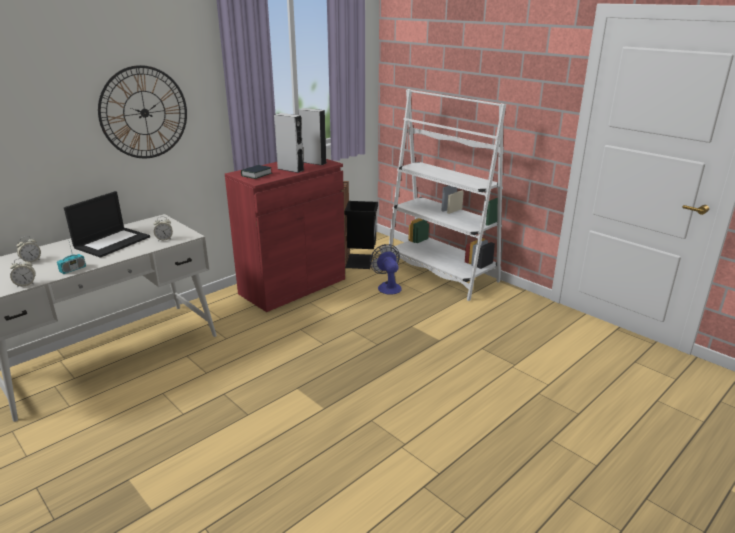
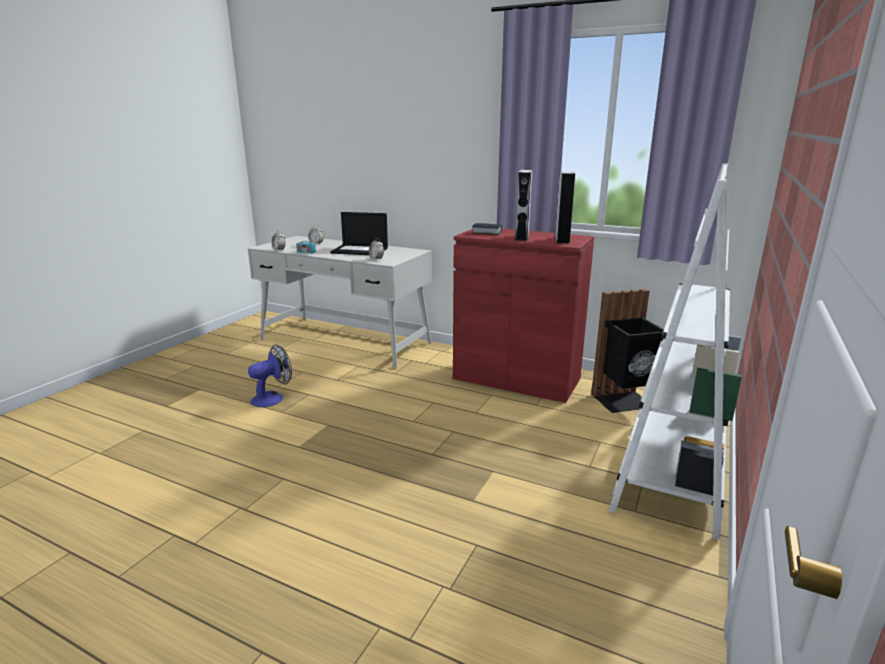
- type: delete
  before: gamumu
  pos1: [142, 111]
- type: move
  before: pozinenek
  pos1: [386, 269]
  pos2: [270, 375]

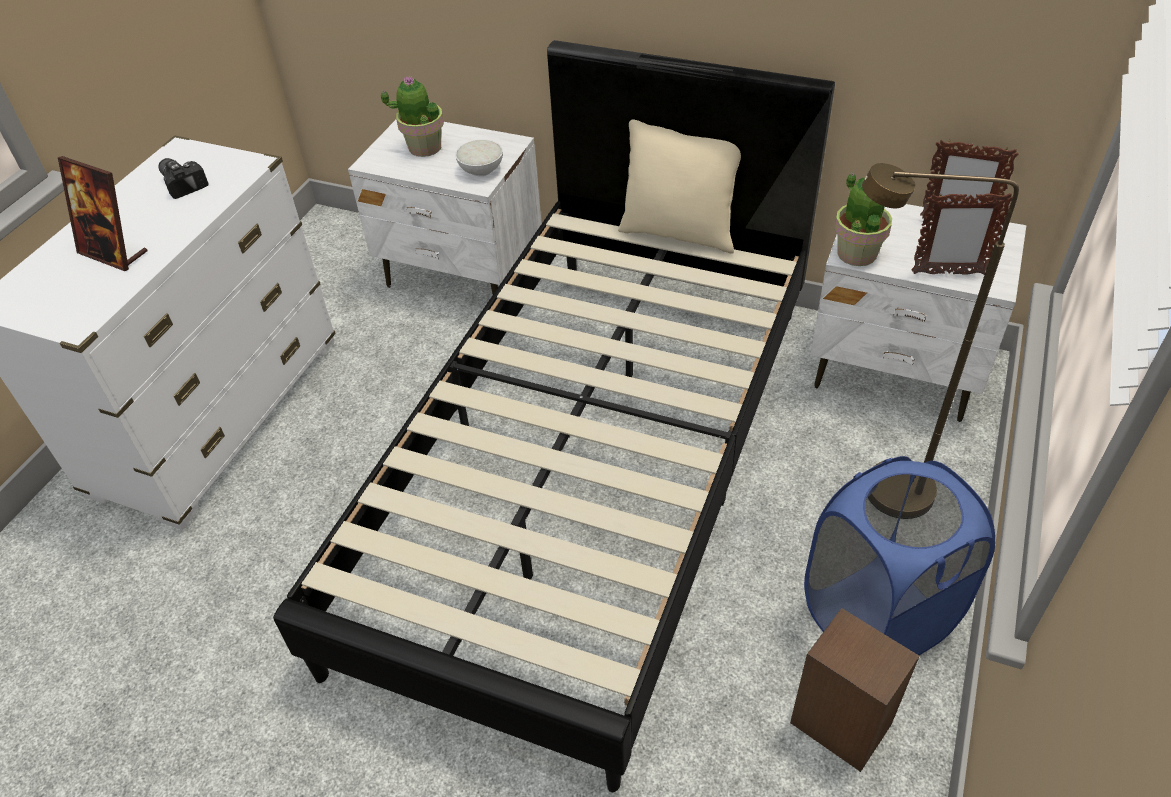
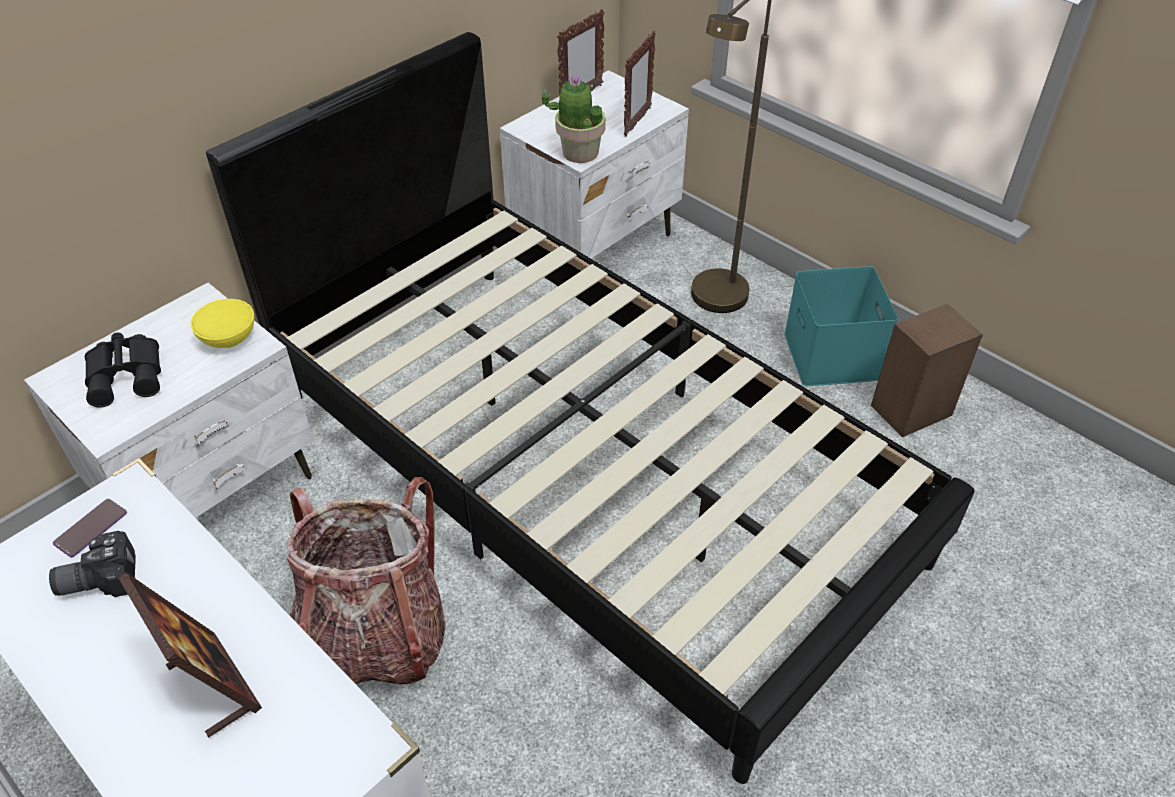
- type: replace
  before: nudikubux
  after: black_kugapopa
  pos1: [412, 116]
  pos2: [123, 370]
- type: delete
  before: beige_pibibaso
  pos1: [679, 186]
- type: recolor
  before: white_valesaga
  after: yellow_valesaga
  pos1: [479, 158]
  pos2: [222, 323]
- type: rotate
  before: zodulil
  pos1: [103, 213]
  pos2: [190, 655]
  turn: -90
- type: replace
  before: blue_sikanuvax
  after: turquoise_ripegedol
  pos1: [899, 555]
  pos2: [841, 326]
- type: insert
  after: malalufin
  pos2: [366, 581]
- type: insert
  after: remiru
  pos2: [90, 528]

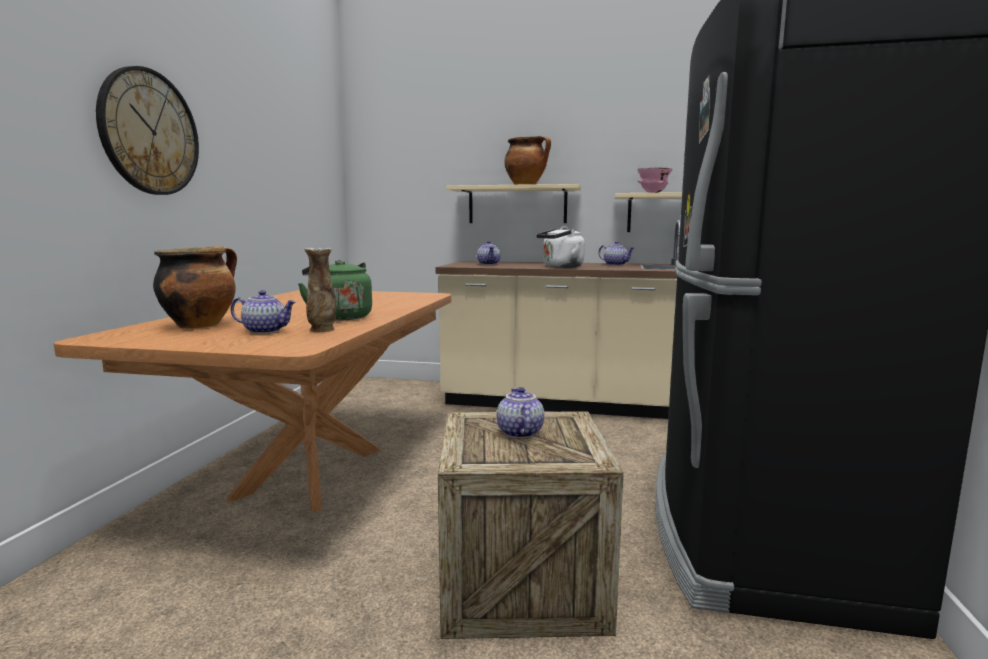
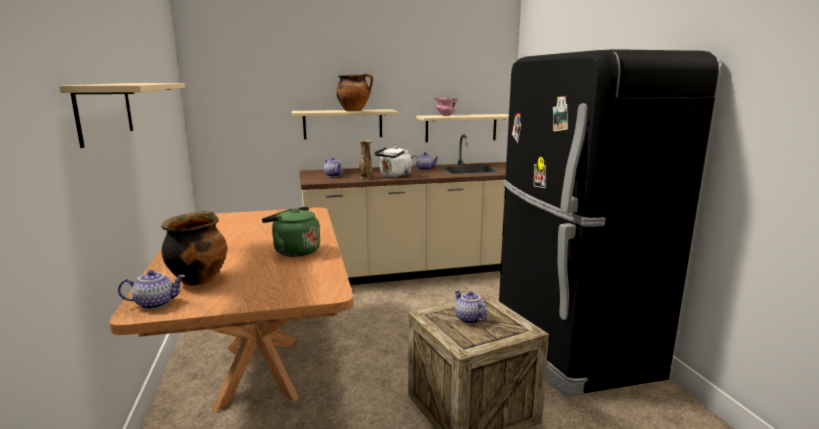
- type: replace
  before: gamumu
  after: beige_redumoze
  pos1: [147, 130]
  pos2: [122, 115]
- type: move
  before: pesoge
  pos1: [320, 290]
  pos2: [365, 159]
- type: move
  before: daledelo
  pos1: [263, 312]
  pos2: [151, 289]

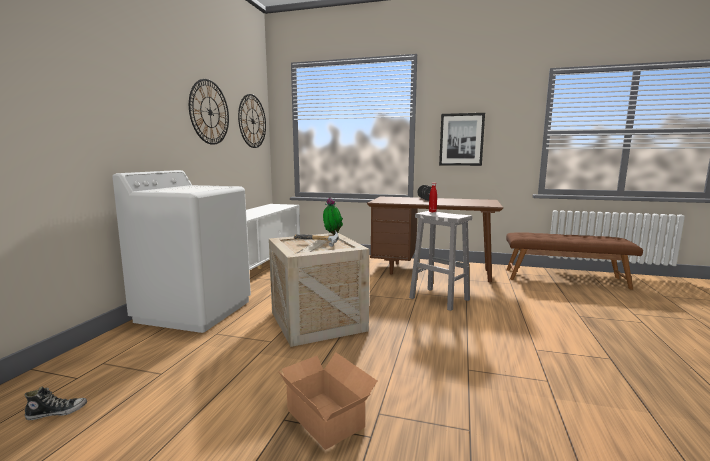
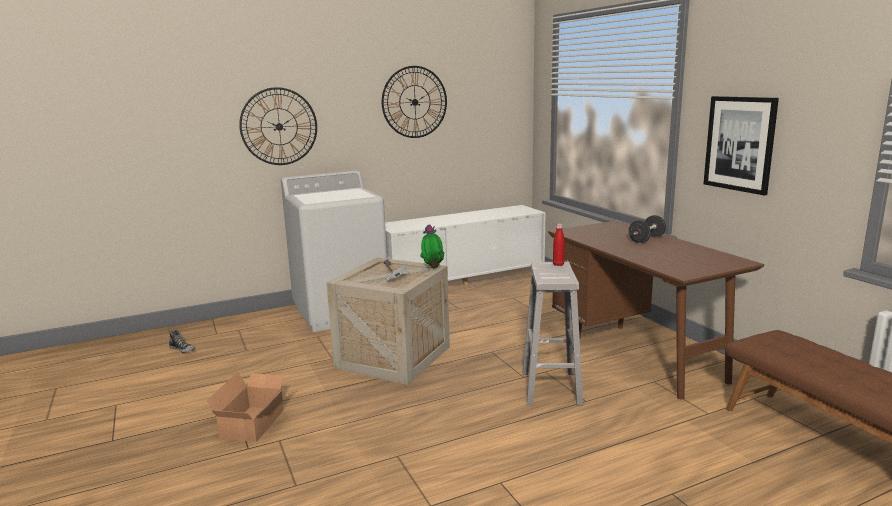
- type: move
  before: gamumu
  pos1: [252, 121]
  pos2: [278, 126]

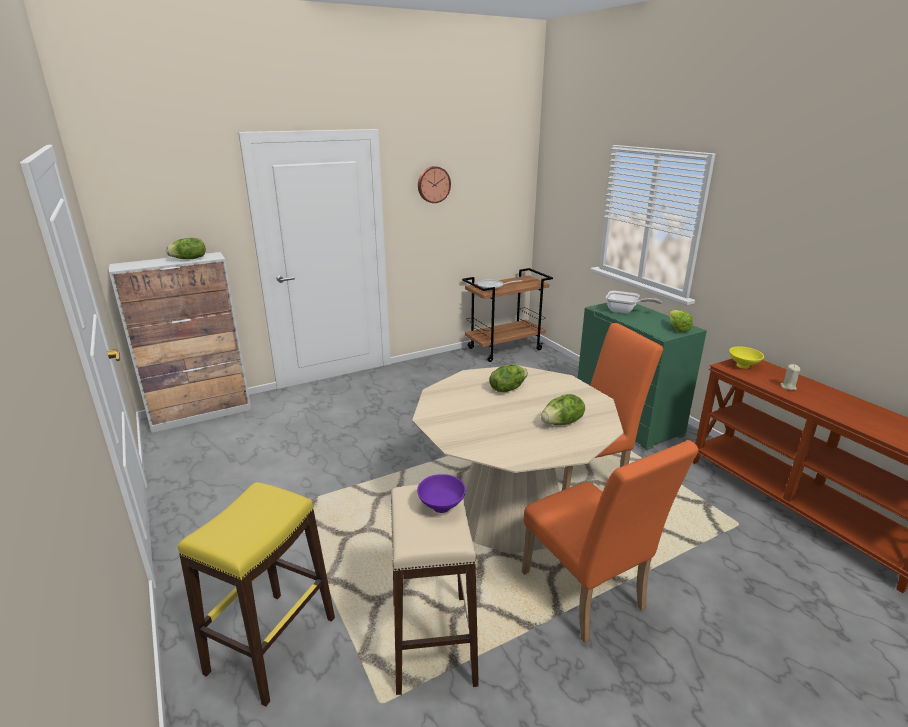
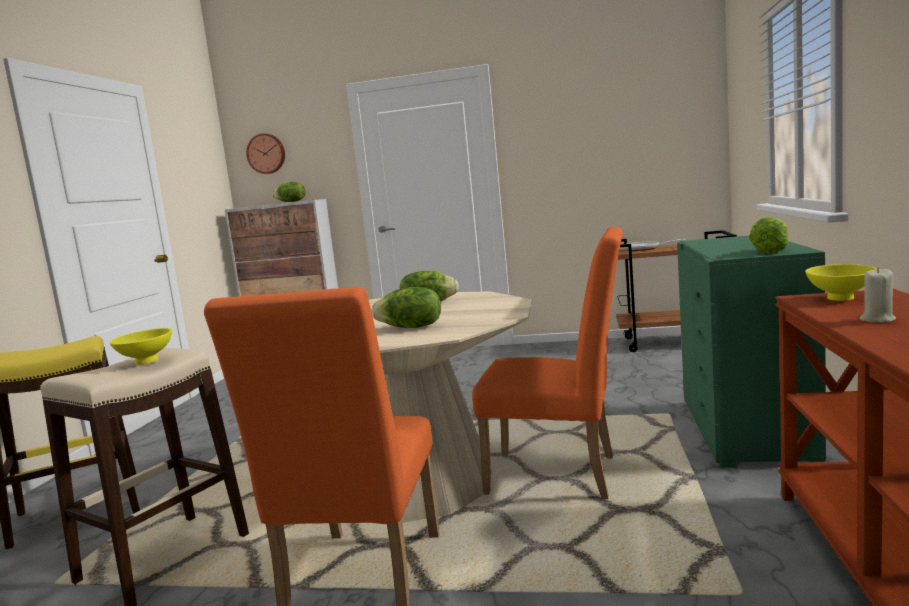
- type: move
  before: gamumu
  pos1: [434, 184]
  pos2: [265, 153]
- type: delete
  before: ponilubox
  pos1: [634, 302]
- type: recolor
  before: purple_valesaga
  after: yellow_valesaga
  pos1: [441, 493]
  pos2: [140, 346]

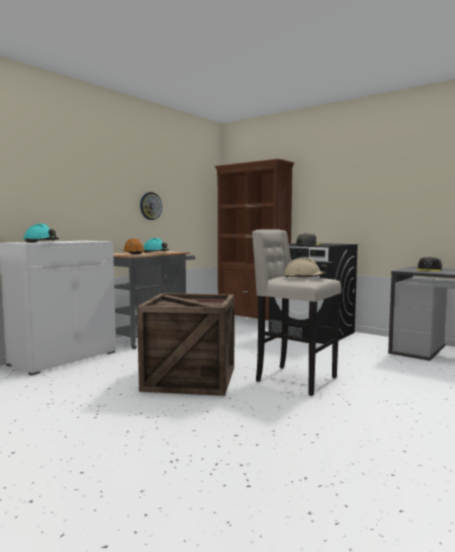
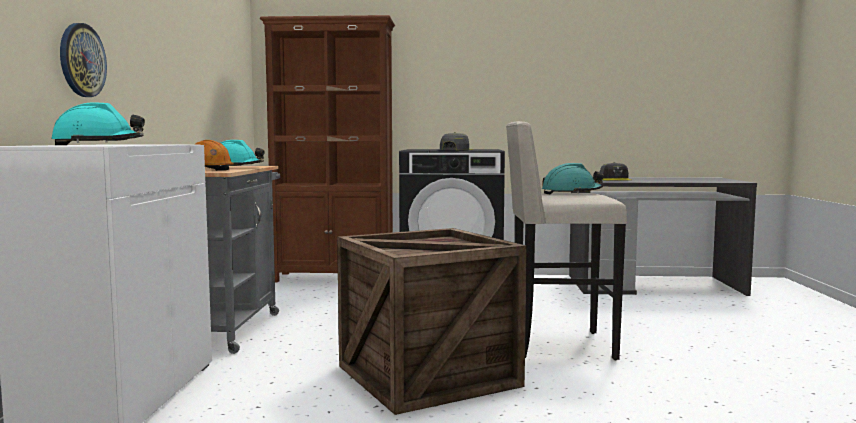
- type: move
  before: gamumu
  pos1: [151, 206]
  pos2: [83, 60]
- type: recolor
  before: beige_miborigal
  after: turquoise_miborigal
  pos1: [305, 267]
  pos2: [573, 178]

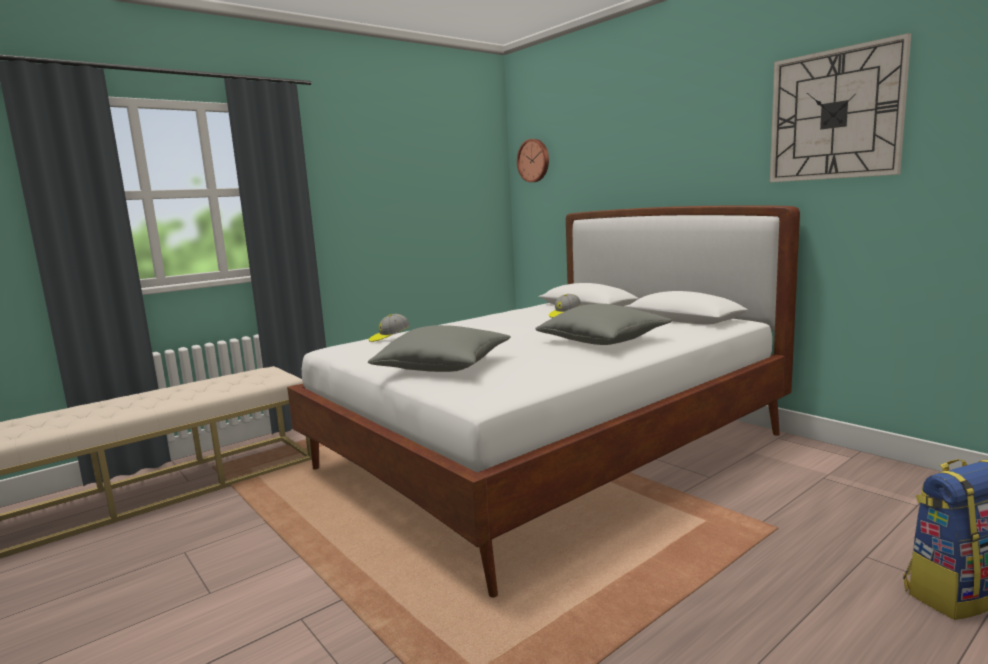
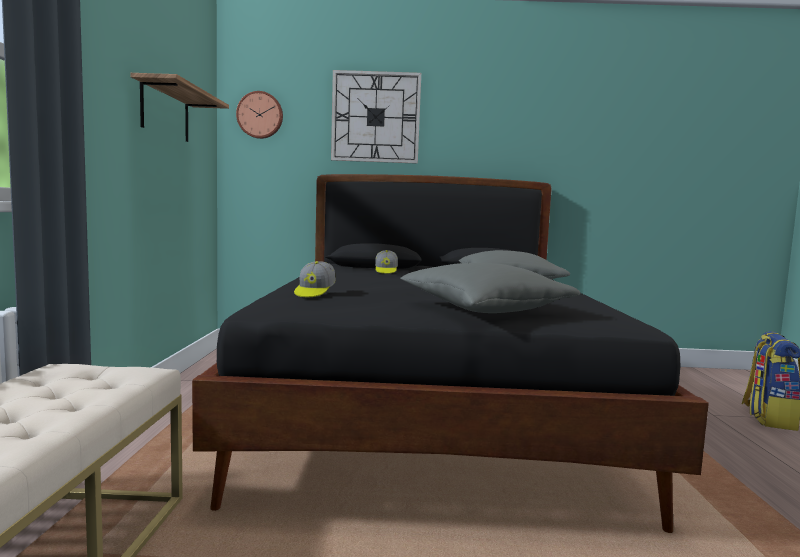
- type: move
  before: gamumu
  pos1: [840, 107]
  pos2: [376, 117]
- type: recolor
  before: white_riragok
  after: black_riragok
  pos1: [543, 401]
  pos2: [450, 353]
- type: insert
  after: redumoze
  pos2: [179, 107]

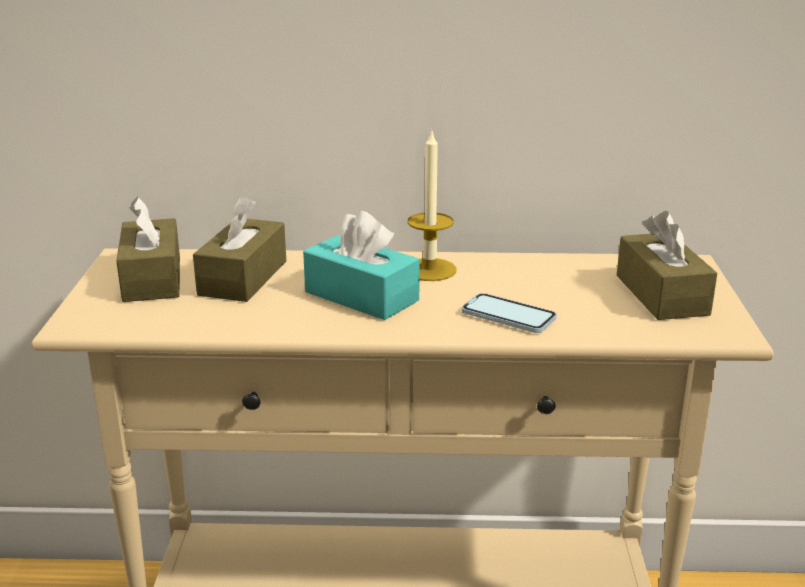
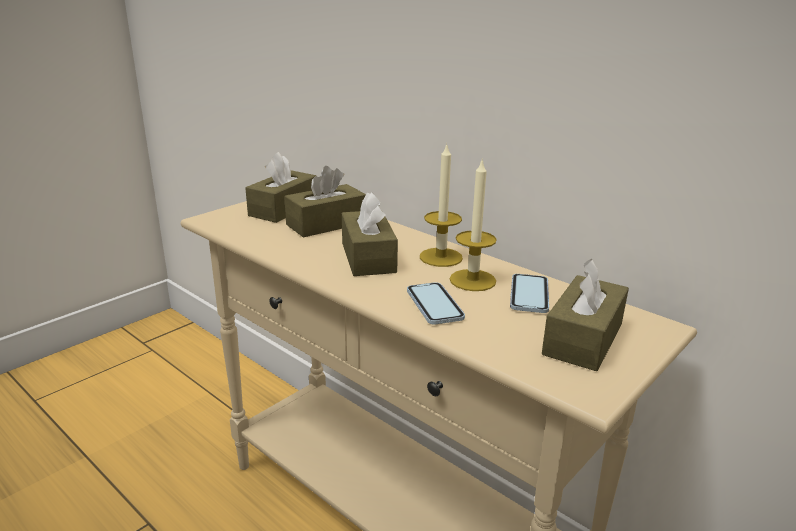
- type: recolor
  before: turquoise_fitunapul
  after: brown_fitunapul
  pos1: [361, 265]
  pos2: [370, 234]
- type: insert
  after: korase
  pos2: [473, 224]
- type: insert
  after: remiru
  pos2: [529, 293]

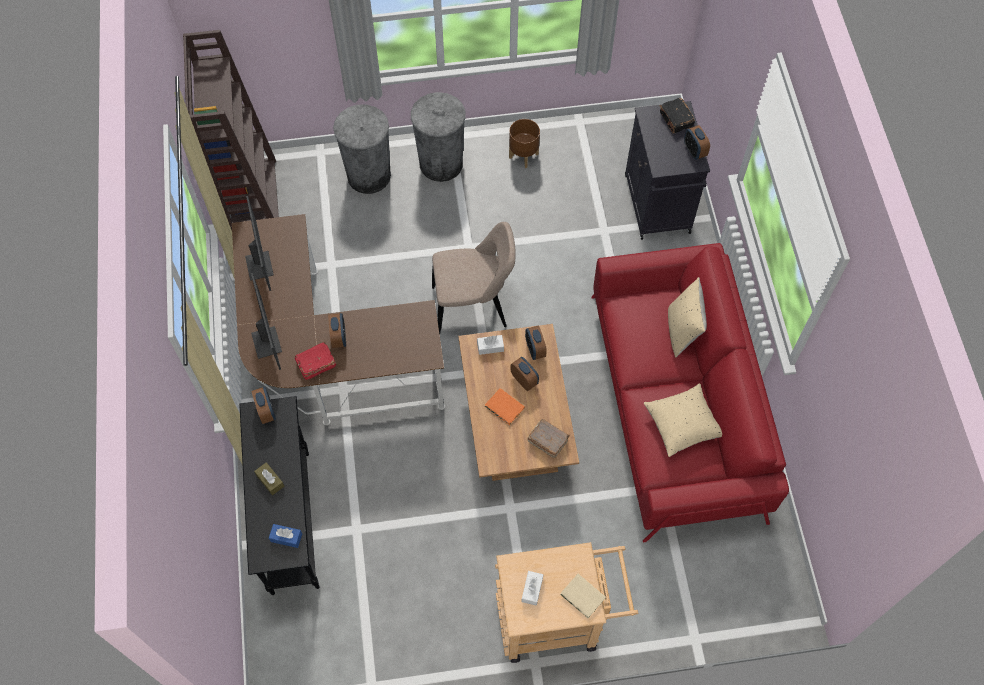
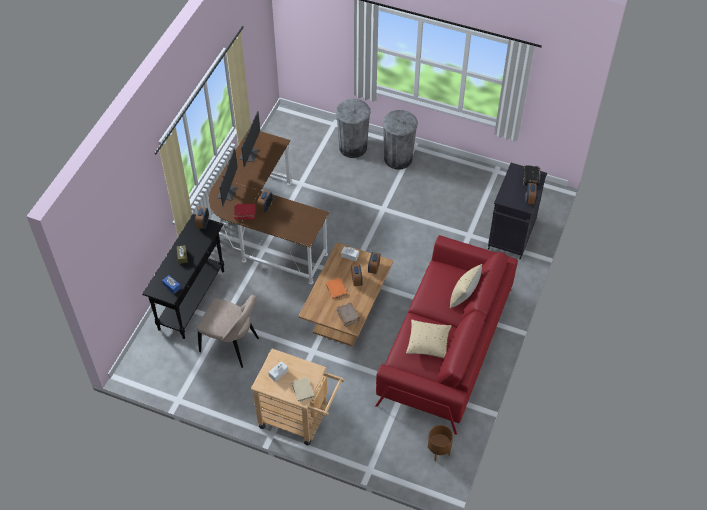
- type: delete
  before: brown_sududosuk
  pos1: [231, 130]
- type: move
  before: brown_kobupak
  pos1: [524, 143]
  pos2: [440, 443]
- type: move
  before: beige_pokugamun
  pos1: [474, 278]
  pos2: [228, 331]

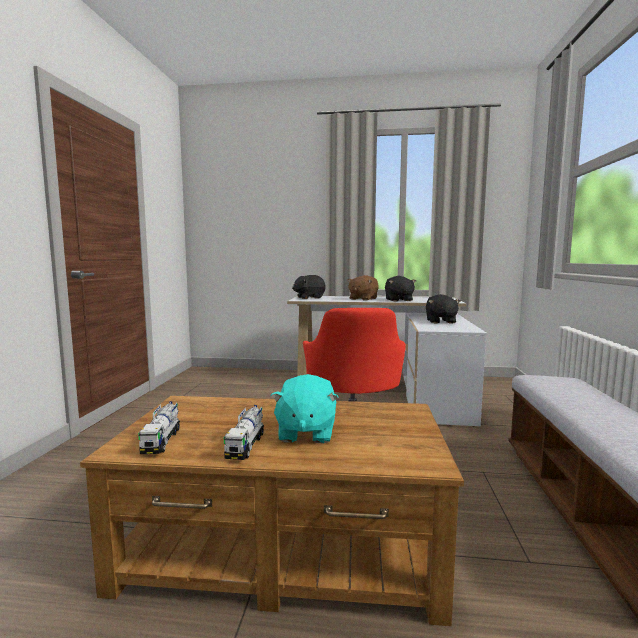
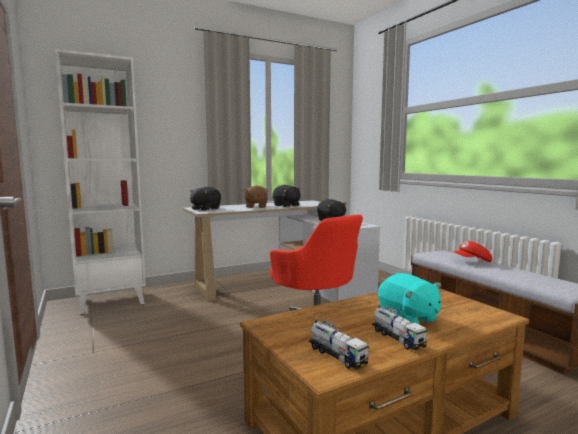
- type: insert
  after: white_sududosuk
  pos2: [100, 181]
- type: insert
  after: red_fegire
  pos2: [472, 251]

